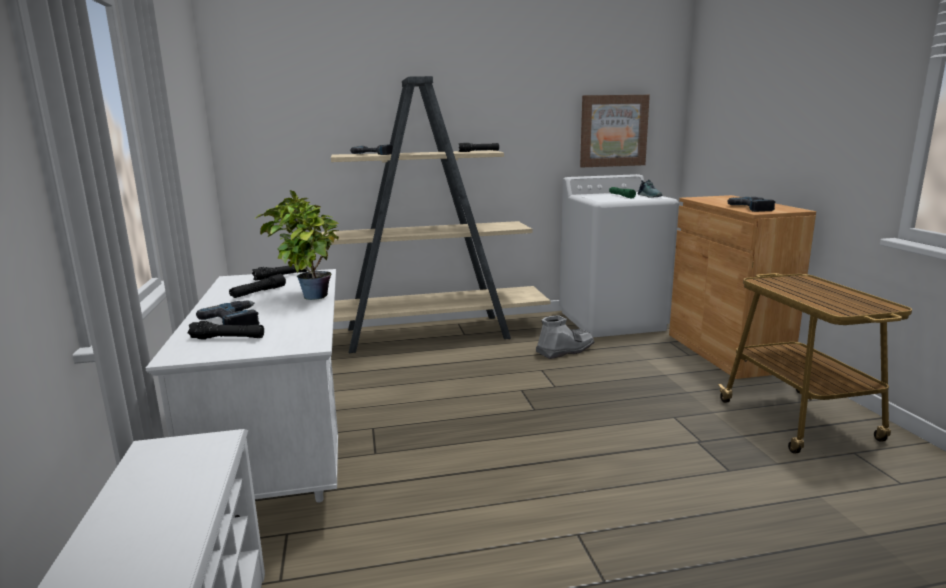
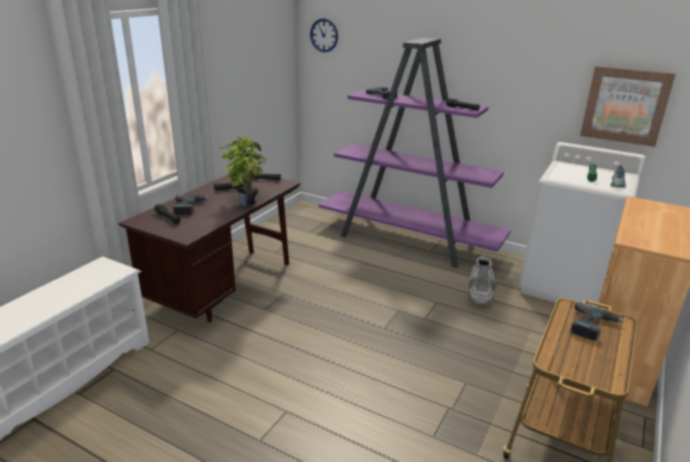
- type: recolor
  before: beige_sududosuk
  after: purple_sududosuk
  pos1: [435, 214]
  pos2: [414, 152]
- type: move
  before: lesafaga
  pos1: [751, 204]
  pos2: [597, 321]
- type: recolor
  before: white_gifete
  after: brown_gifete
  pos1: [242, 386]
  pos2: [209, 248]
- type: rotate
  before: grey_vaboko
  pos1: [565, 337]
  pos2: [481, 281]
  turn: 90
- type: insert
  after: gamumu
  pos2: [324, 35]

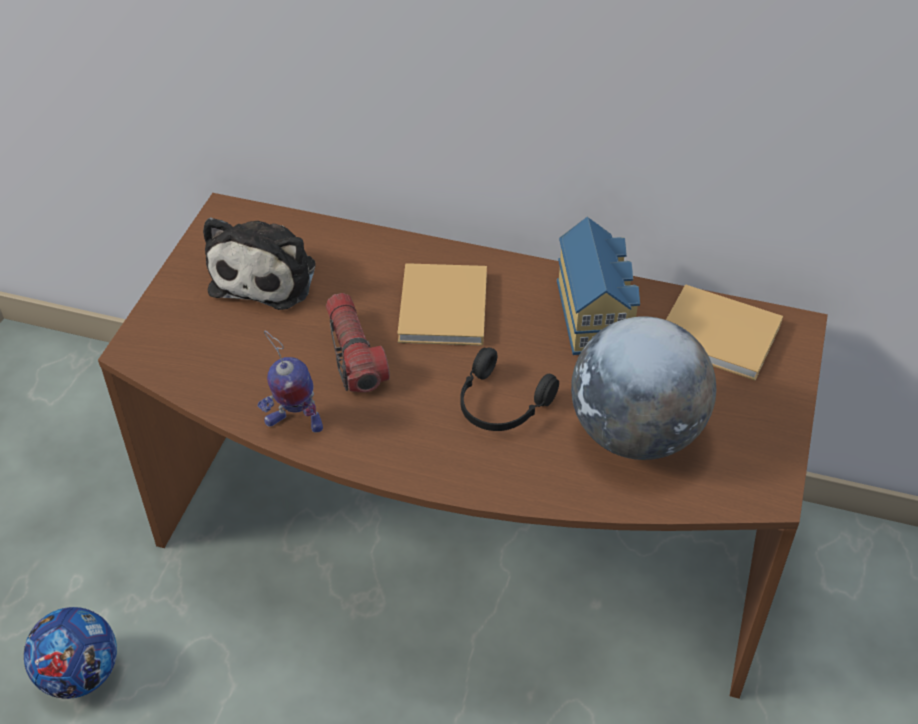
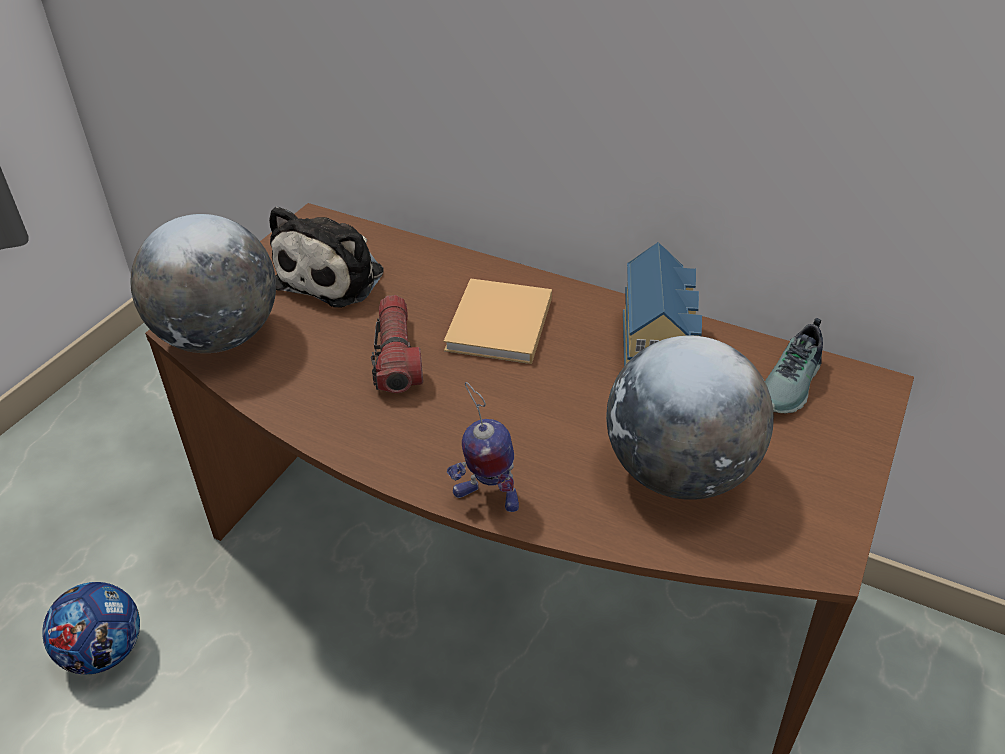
- type: replace
  before: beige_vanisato
  after: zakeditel
  pos1: [724, 332]
  pos2: [794, 365]
- type: move
  before: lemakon
  pos1: [290, 381]
  pos2: [483, 447]
- type: delete
  before: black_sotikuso
  pos1: [510, 389]
- type: insert
  after: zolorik
  pos2: [203, 283]

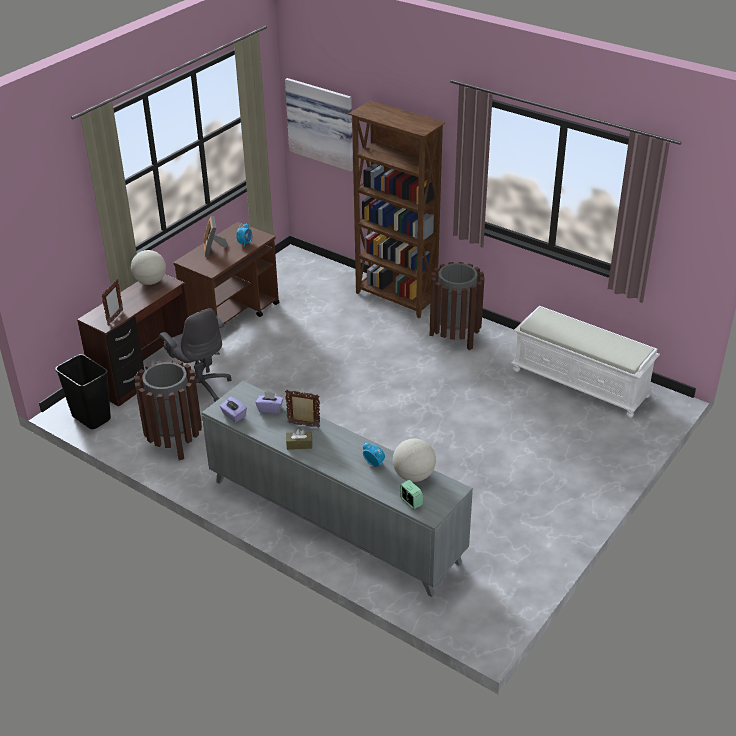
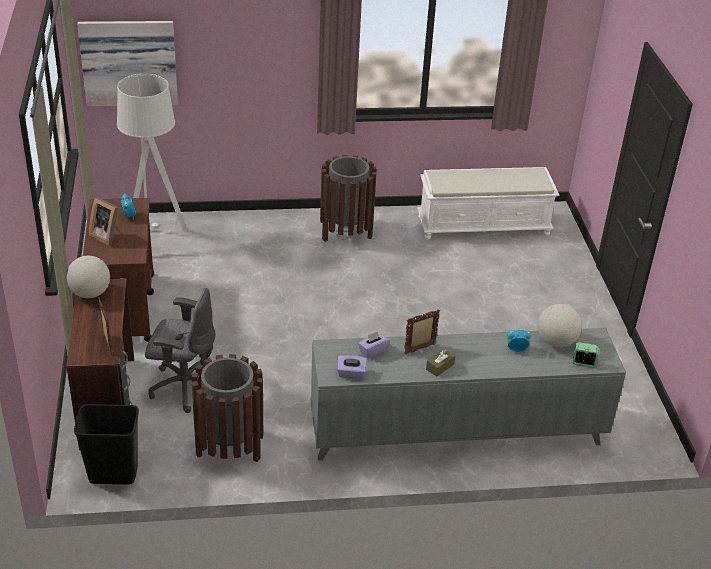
- type: delete
  before: brown_sududosuk
  pos1: [397, 209]
- type: insert
  after: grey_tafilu
  pos2: [152, 152]

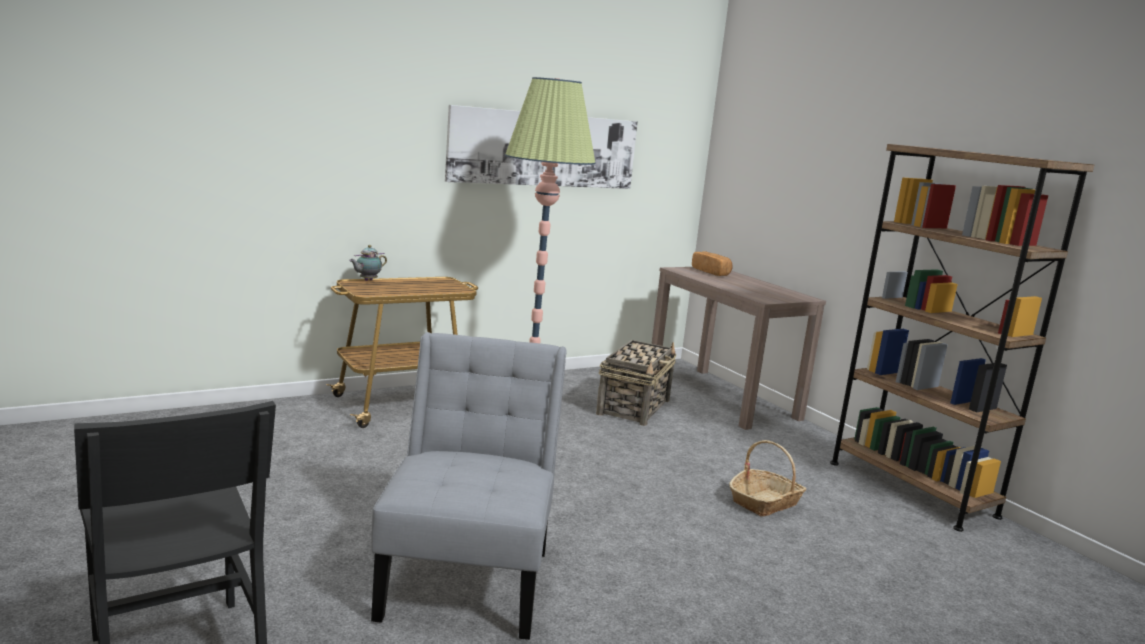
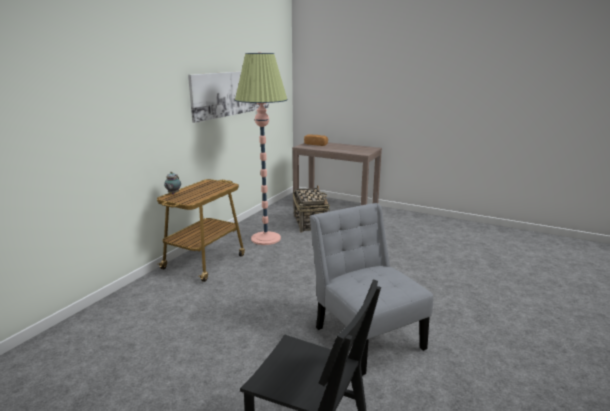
- type: delete
  before: brown_sududosuk
  pos1: [962, 338]
- type: delete
  before: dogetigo
  pos1: [767, 478]

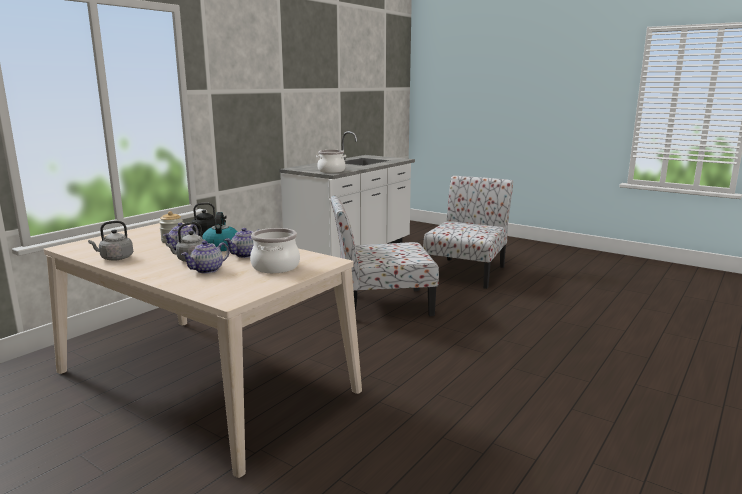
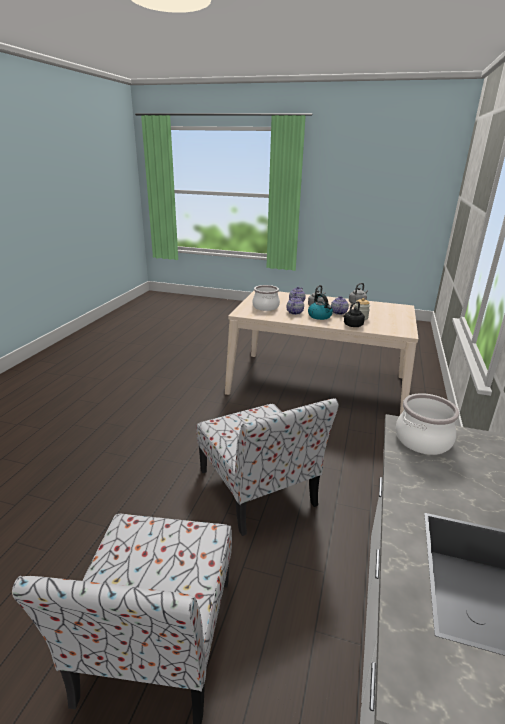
- type: rotate
  before: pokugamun
  pos1: [385, 255]
  pos2: [267, 467]
  turn: 90

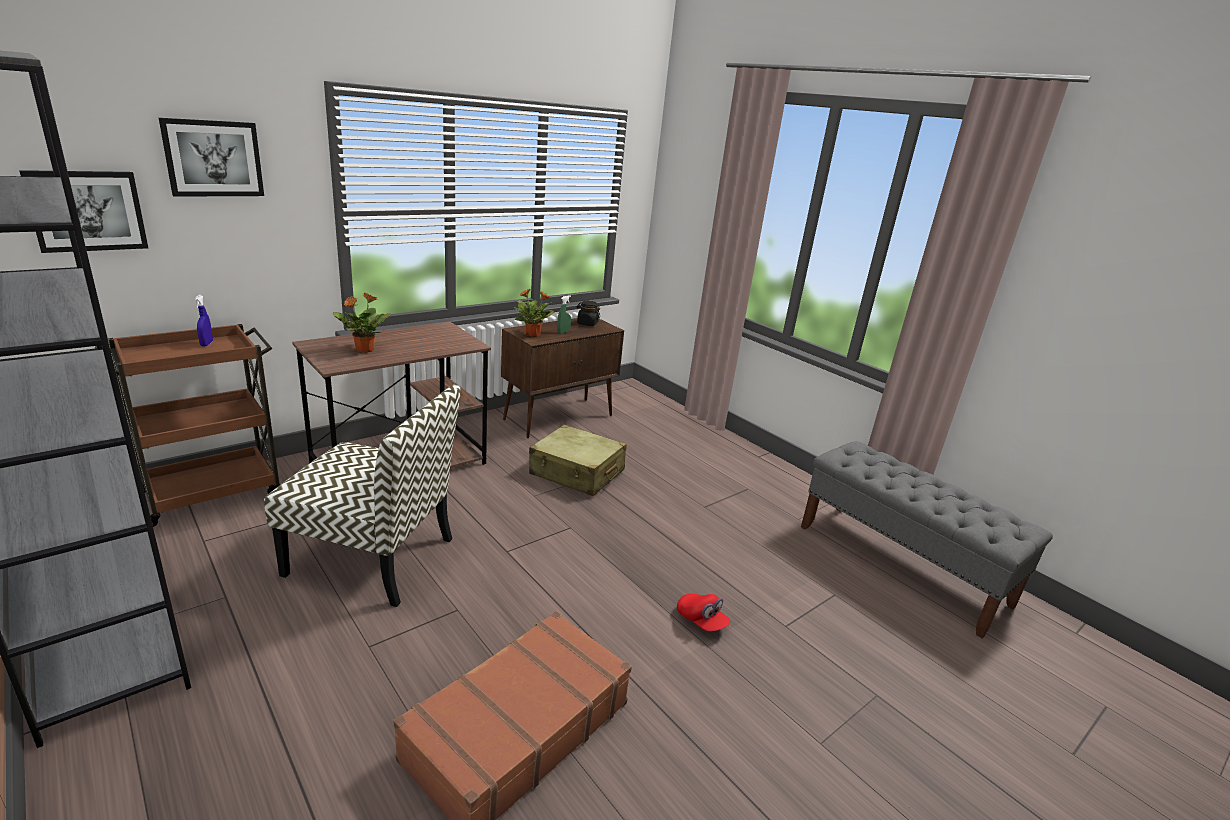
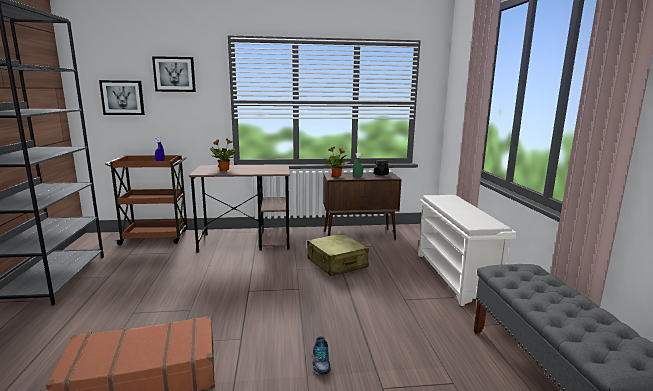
- type: delete
  before: pokugamun
  pos1: [362, 495]
- type: replace
  before: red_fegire
  after: zakeditel
  pos1: [703, 613]
  pos2: [321, 355]
- type: insert
  after: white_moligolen
  pos2: [467, 250]

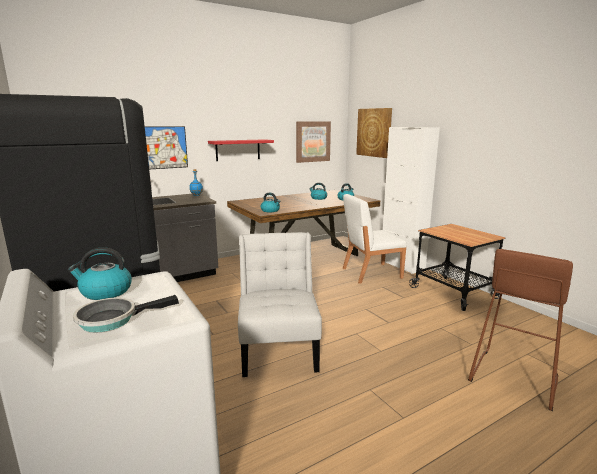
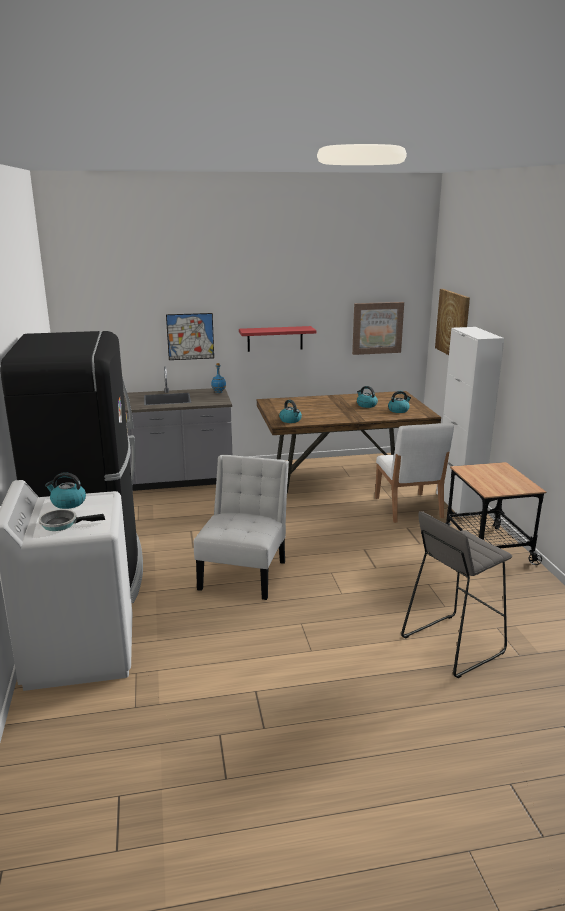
- type: rotate
  before: white_pokugamun
  pos1: [375, 239]
  pos2: [414, 473]
  turn: -105
- type: recolor
  before: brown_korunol
  after: grey_korunol
  pos1: [520, 330]
  pos2: [456, 594]

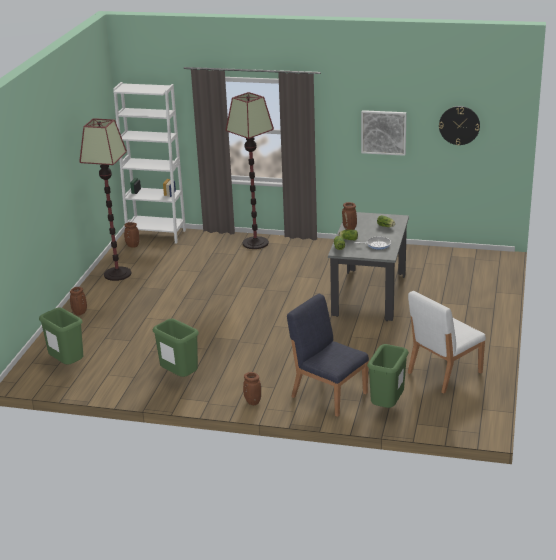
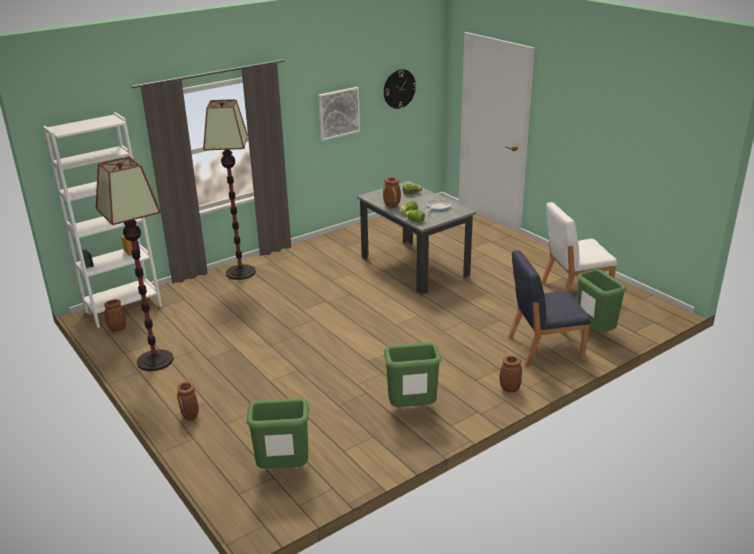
- type: rotate
  before: white_pokugamun
  pos1: [447, 342]
  pos2: [579, 246]
  turn: 75

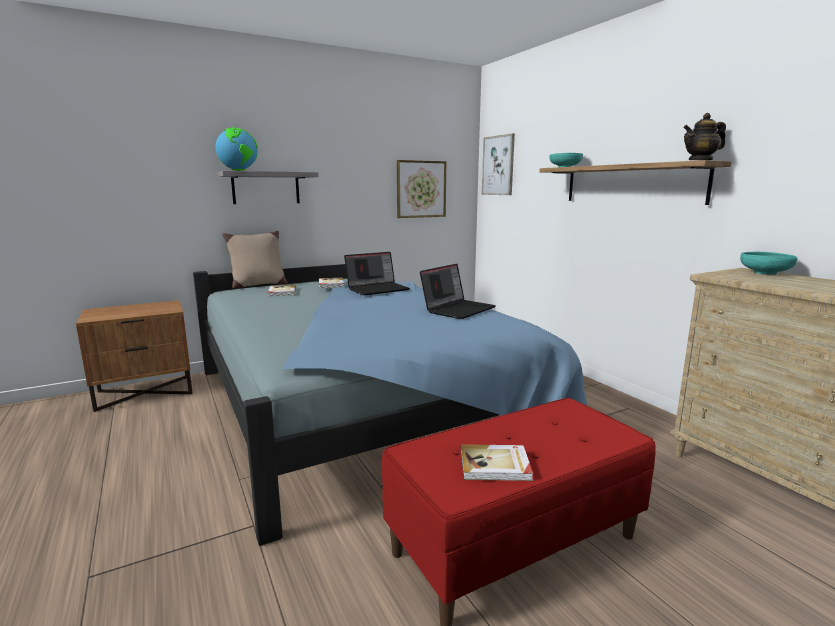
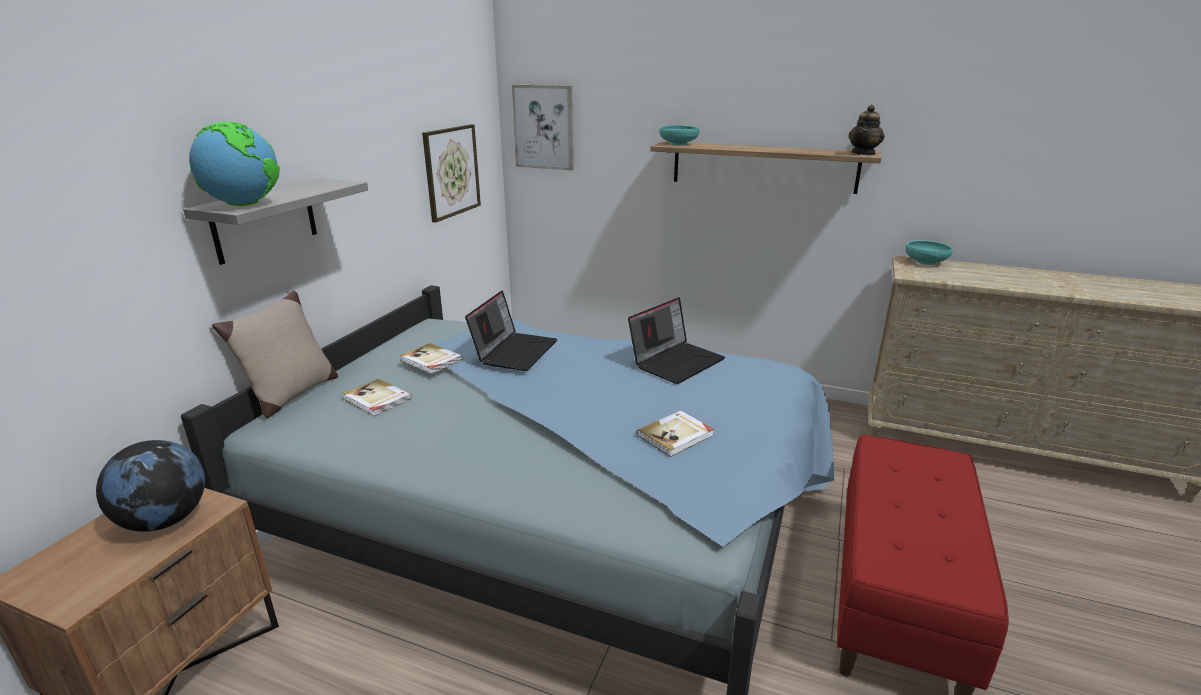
- type: rotate
  before: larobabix
  pos1: [458, 291]
  pos2: [676, 340]
  turn: 45
- type: move
  before: vanisato
  pos1: [497, 462]
  pos2: [675, 434]
- type: insert
  after: zolorik
  pos2: [150, 486]

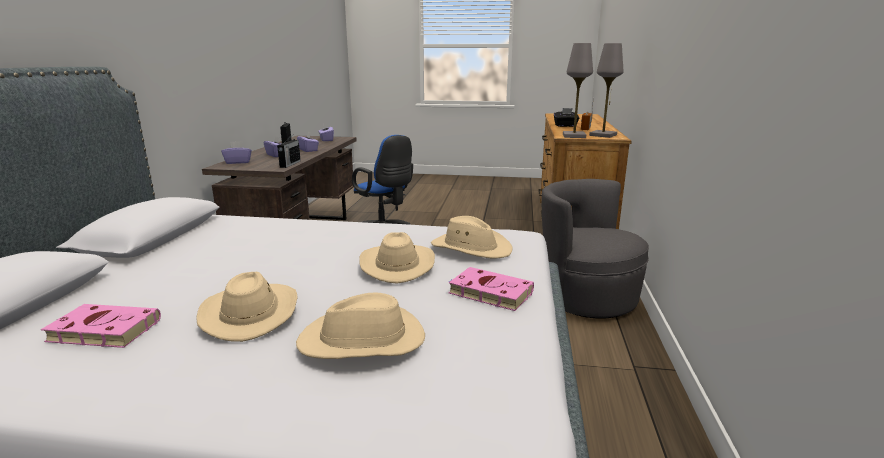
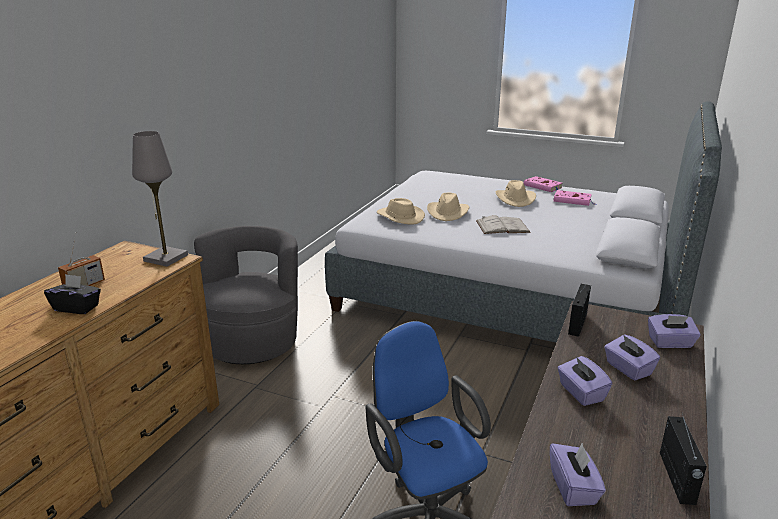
- type: delete
  before: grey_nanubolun
  pos1: [606, 90]
- type: rotate
  before: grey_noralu
  pos1: [595, 249]
  pos2: [246, 295]
  turn: -135
- type: move
  before: pink_vanisato
  pos1: [491, 289]
  pos2: [543, 184]
- type: delete
  before: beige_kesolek
  pos1: [360, 326]
- type: insert
  after: white_vanisato
  pos2: [503, 224]

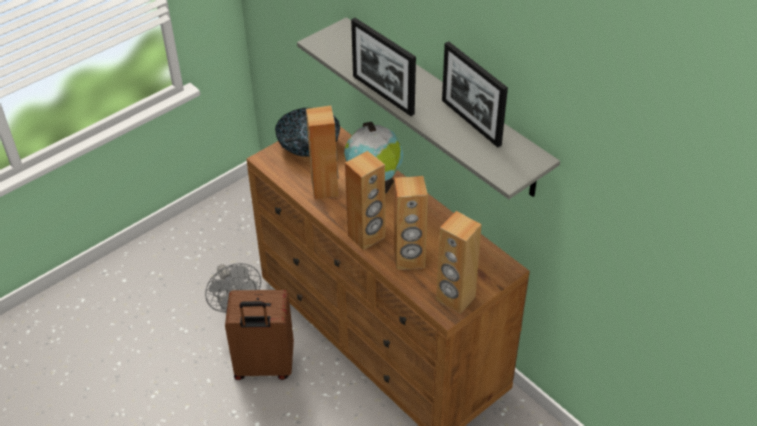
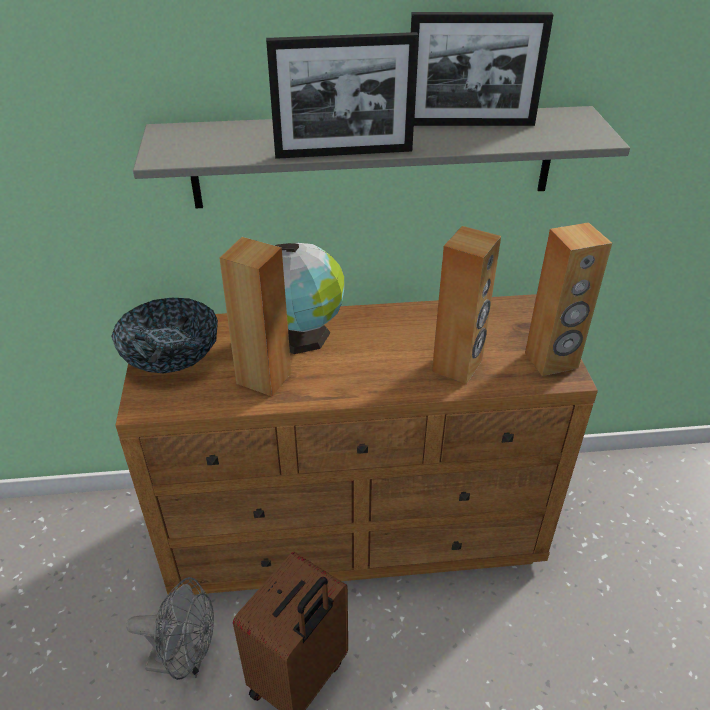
- type: delete
  before: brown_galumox
  pos1: [365, 200]

